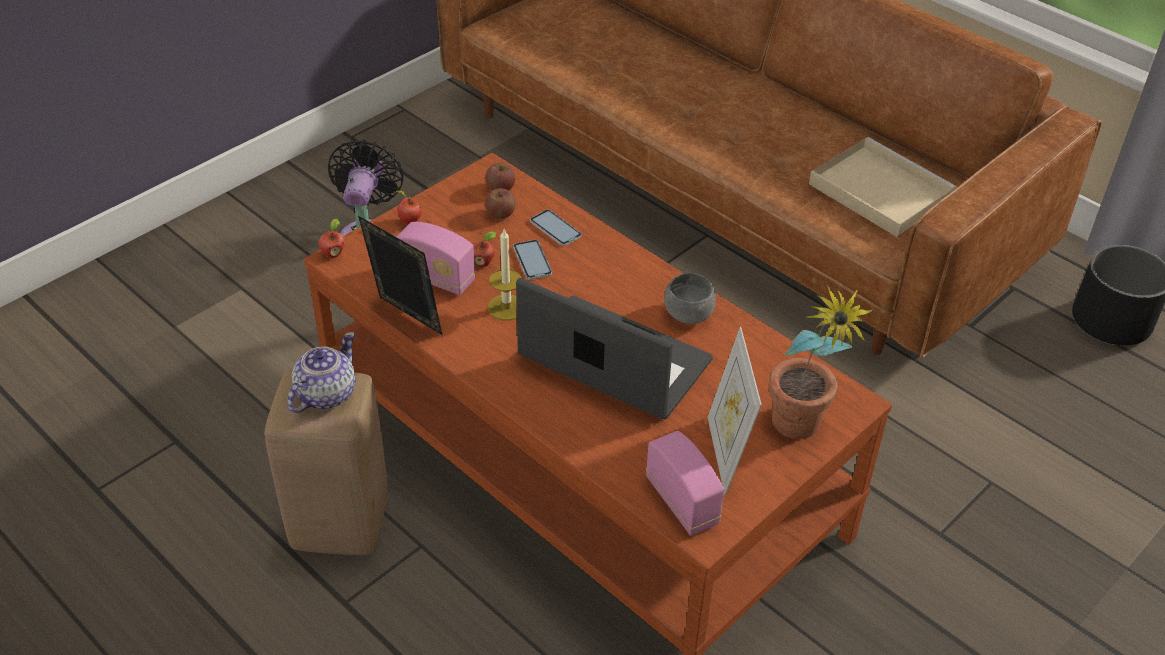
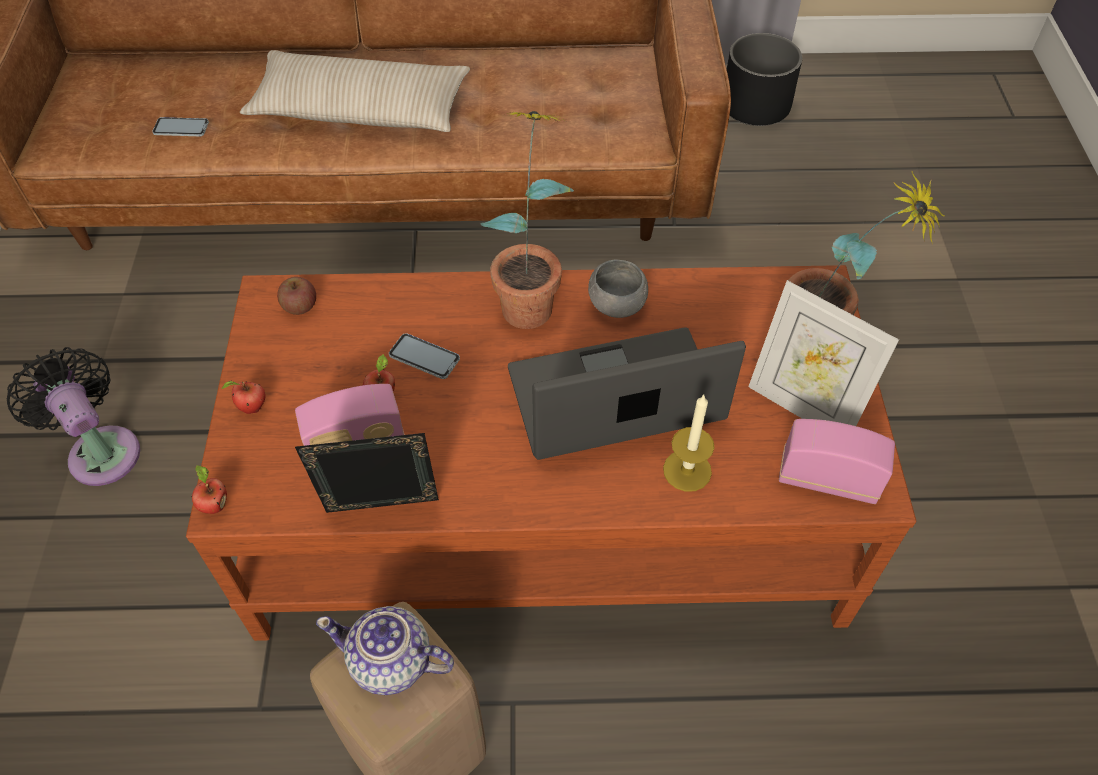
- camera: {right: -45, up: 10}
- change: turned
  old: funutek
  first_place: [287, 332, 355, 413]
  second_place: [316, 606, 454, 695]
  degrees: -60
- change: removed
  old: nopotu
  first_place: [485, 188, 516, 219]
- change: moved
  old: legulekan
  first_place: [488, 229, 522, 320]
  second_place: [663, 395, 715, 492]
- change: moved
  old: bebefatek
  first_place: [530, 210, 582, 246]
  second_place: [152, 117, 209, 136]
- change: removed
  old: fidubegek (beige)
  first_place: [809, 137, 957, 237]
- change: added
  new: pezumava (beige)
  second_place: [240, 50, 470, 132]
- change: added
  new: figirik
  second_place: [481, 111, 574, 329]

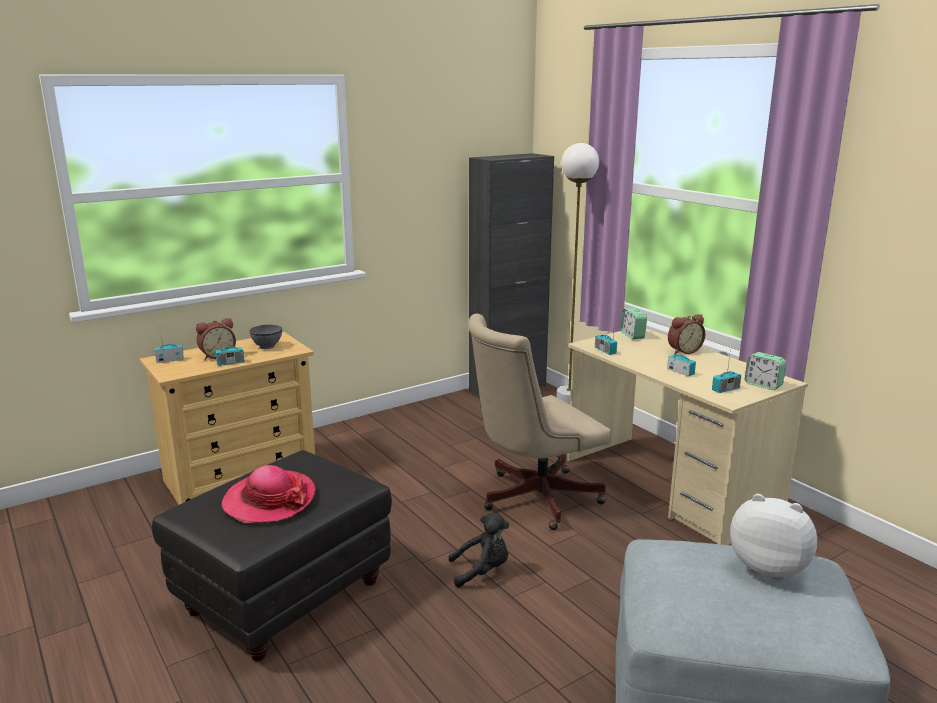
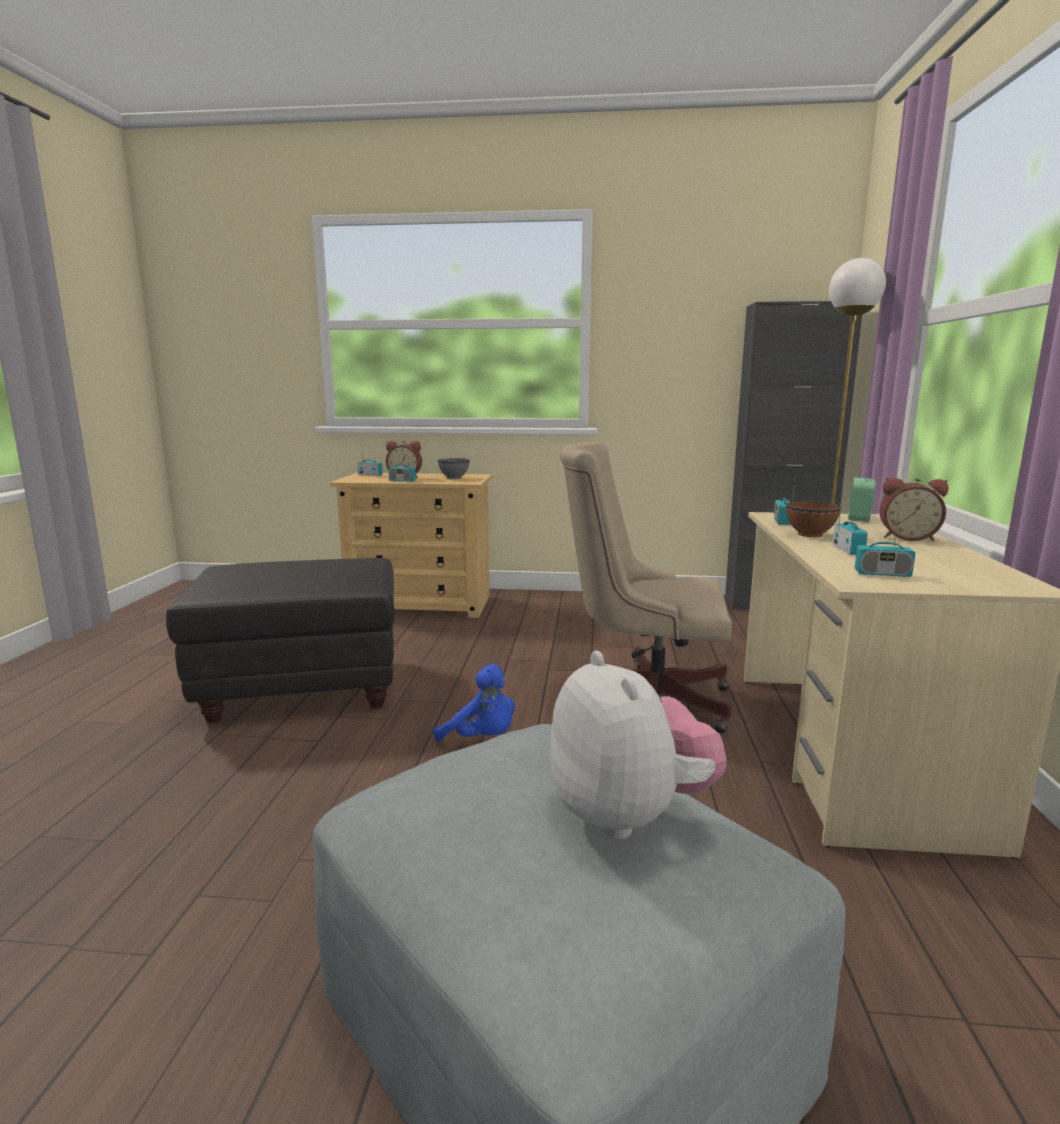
- camera: {right: 40, up: -5}
- change: removed
  old: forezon
  first_place: [222, 465, 316, 523]
- change: recoloured
  old: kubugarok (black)
  new: kubugarok (blue)
  first_place: [449, 513, 509, 587]
  second_place: [433, 664, 515, 742]
- change: removed
  old: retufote
  first_place: [745, 352, 786, 390]
- change: added
  new: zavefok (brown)
  second_place: [786, 502, 841, 537]

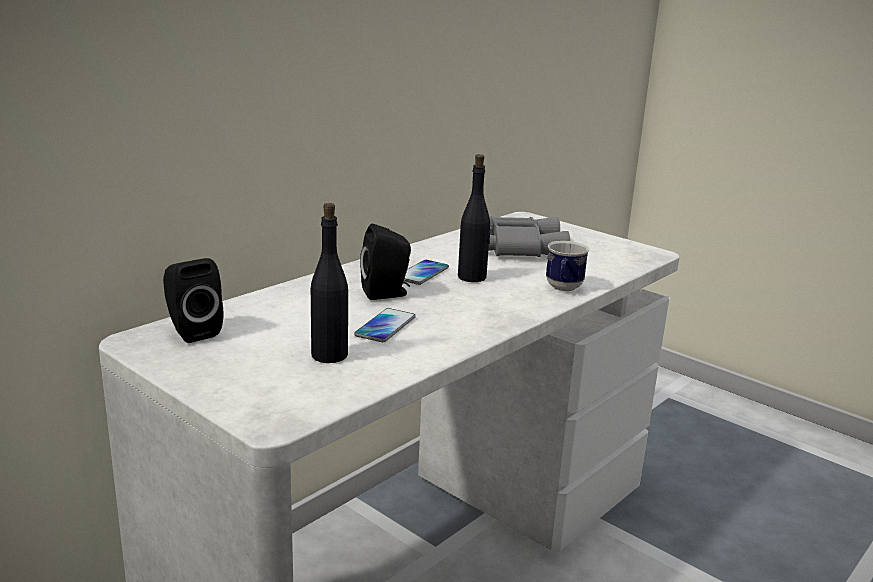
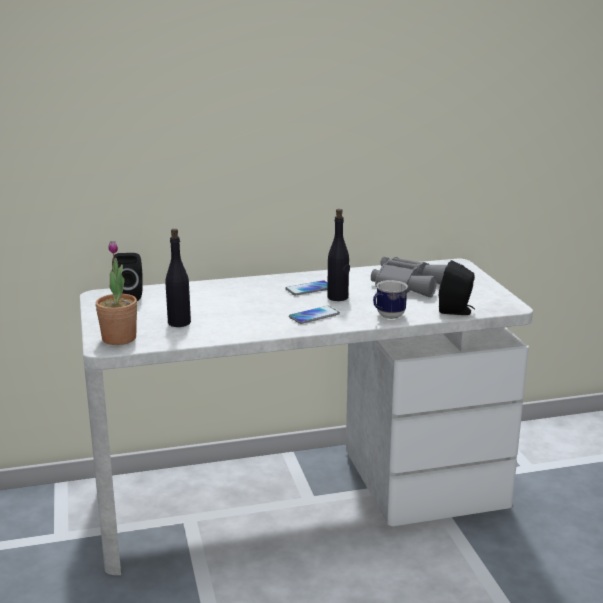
- camera: {right: 35, up: 0}
- change: moved
  old: bebefatek
  first_place: [354, 308, 416, 342]
  second_place: [289, 306, 340, 324]
- change: moved
  old: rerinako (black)
  first_place: [360, 224, 411, 300]
  second_place: [439, 260, 475, 315]
- change: added
  new: figirik
  second_place: [95, 241, 137, 345]

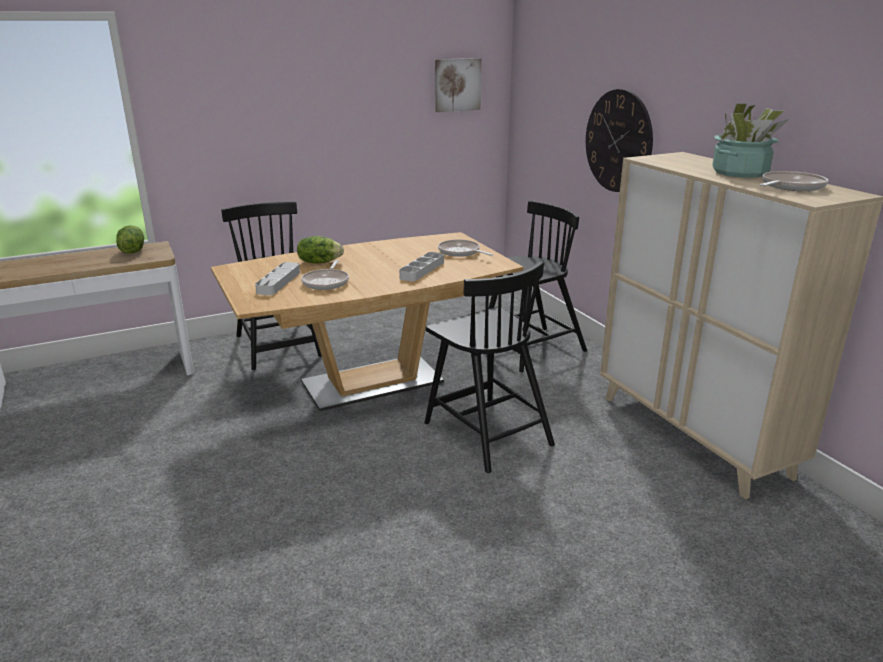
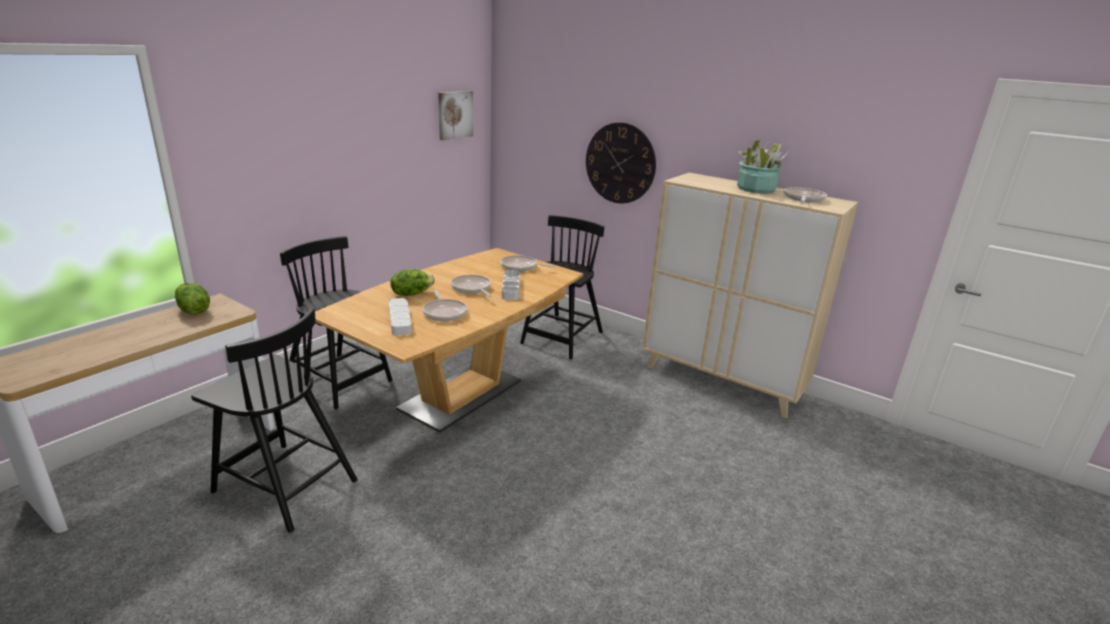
- camera: {right: -30, up: 0}
- change: moved
  old: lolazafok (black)
  first_place: [424, 261, 555, 473]
  second_place: [191, 309, 358, 532]
- change: added
  new: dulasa
  second_place: [451, 275, 492, 297]

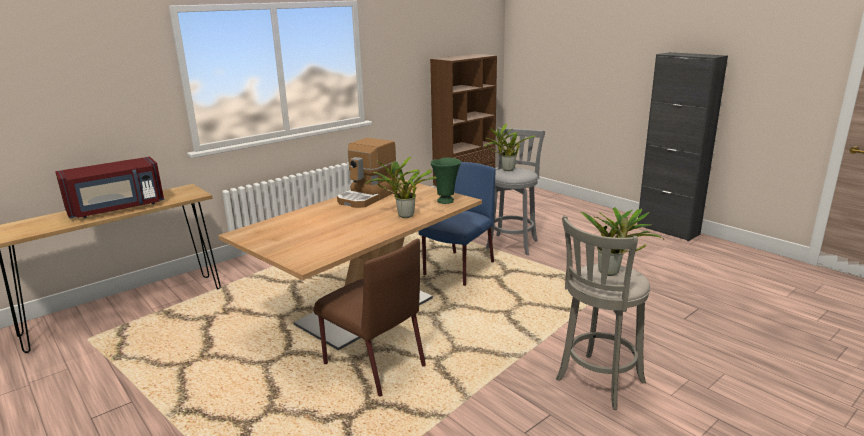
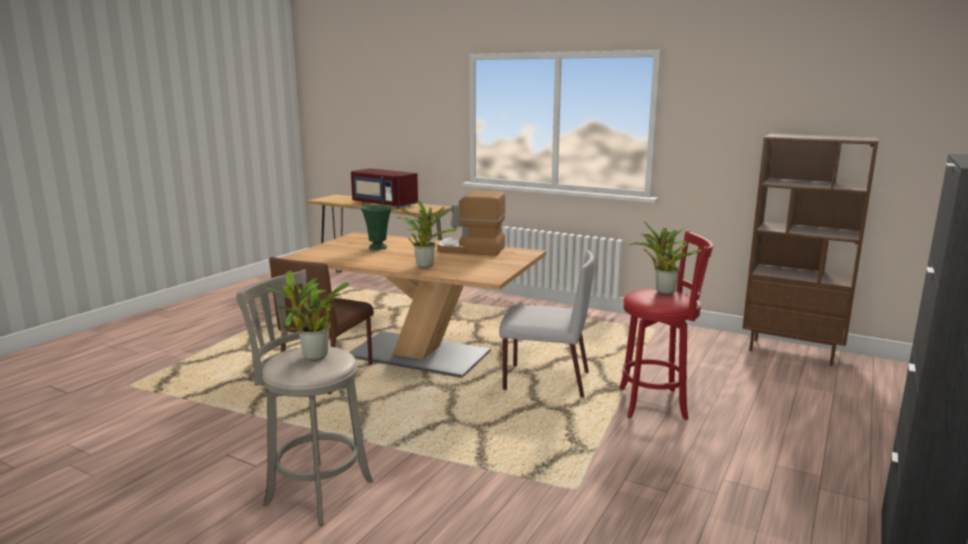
- camera: {right: 70, up: -5}
- change: recoloured
  old: lolazafok (blue)
  new: lolazafok (grey)
  first_place: [419, 162, 496, 286]
  second_place: [499, 251, 595, 398]
- change: moved
  old: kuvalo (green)
  first_place: [430, 158, 461, 204]
  second_place: [361, 205, 392, 250]
- change: recoloured
  old: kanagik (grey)
  new: kanagik (red)
  first_place: [486, 127, 545, 255]
  second_place: [619, 231, 713, 420]

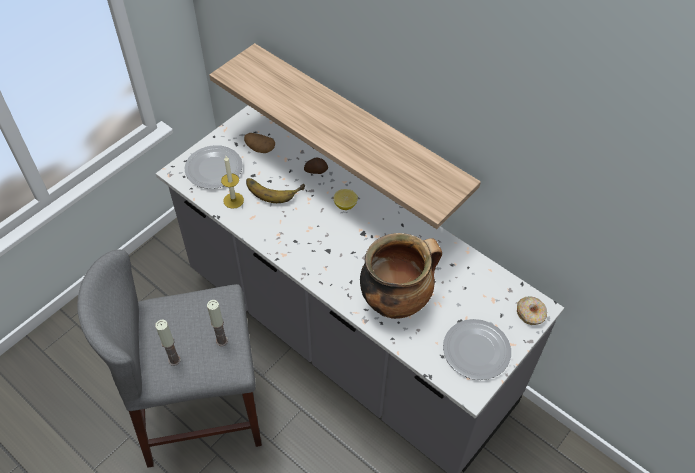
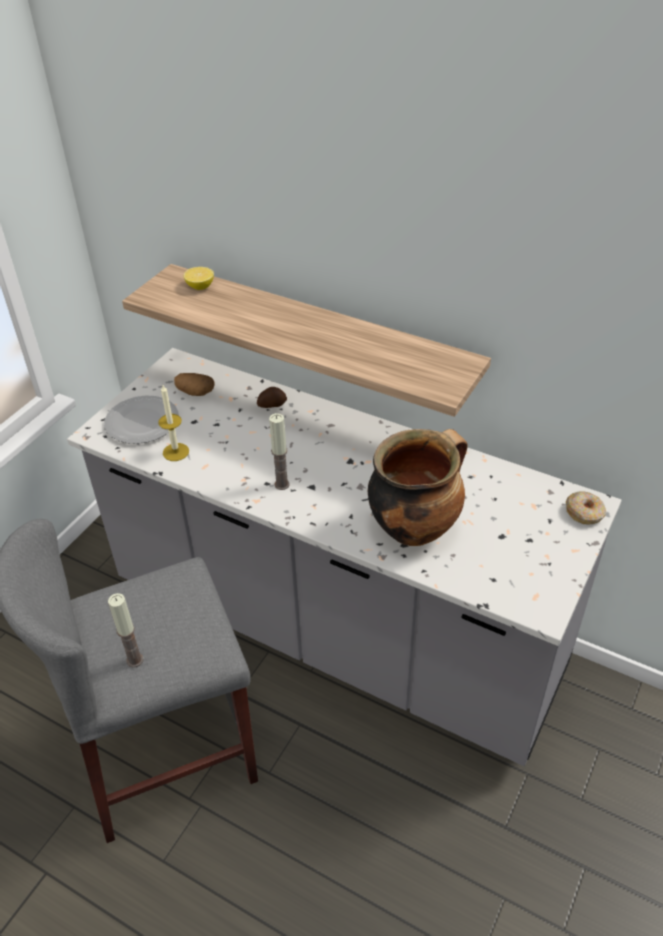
- camera: {right: -10, up: -10}
- change: moved
  old: legulekan
  first_place: [207, 300, 228, 346]
  second_place: [269, 413, 290, 490]
- change: removed
  old: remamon
  first_place: [246, 178, 305, 203]
- change: moved
  old: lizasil
  first_place: [334, 189, 358, 210]
  second_place: [184, 267, 214, 290]
- change: removed
  old: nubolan
  first_place: [443, 319, 511, 380]

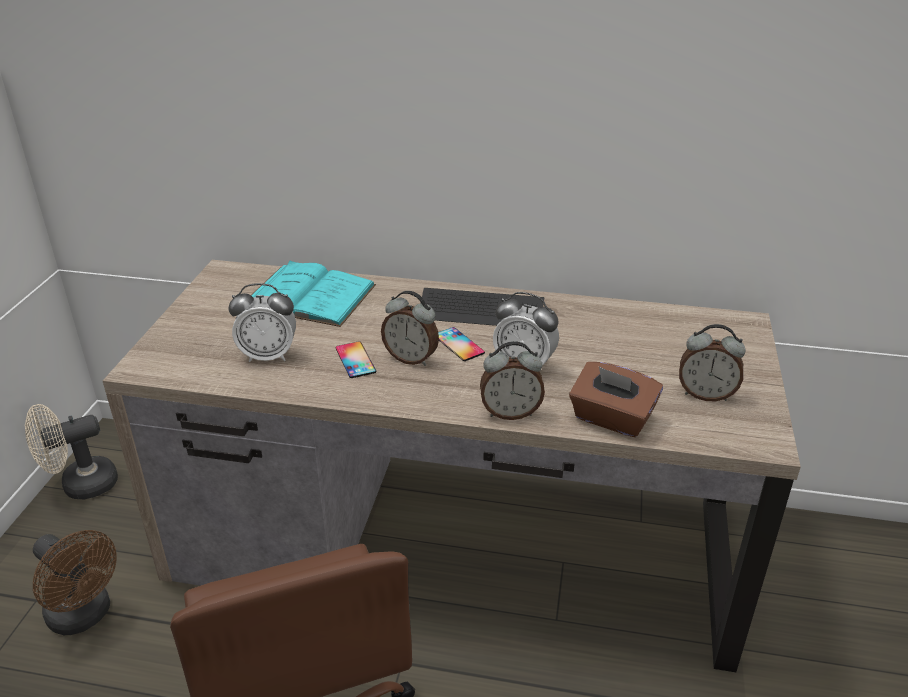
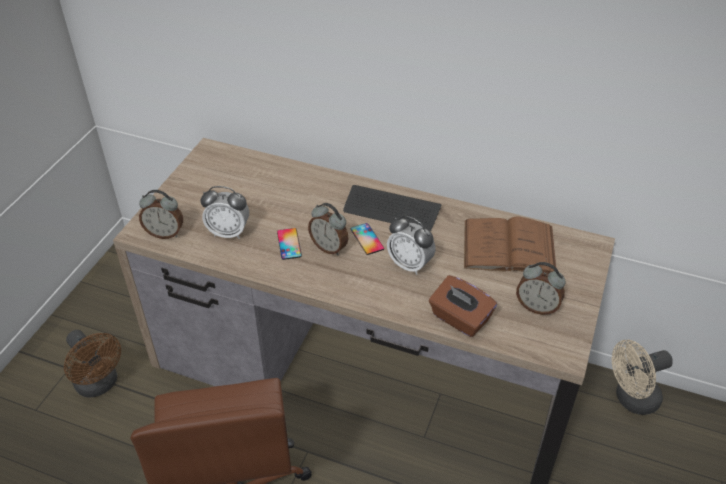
- camera: {right: 10, up: 10}
- change: moved
  old: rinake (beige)
  first_place: [25, 404, 118, 499]
  second_place: [612, 340, 673, 415]
- change: removed
  old: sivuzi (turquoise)
  first_place: [251, 260, 376, 327]
- change: moved
  old: retufote
  first_place: [480, 341, 545, 420]
  second_place: [139, 190, 183, 239]
- change: added
  new: sivuzi (brown)
  second_place: [464, 217, 556, 273]

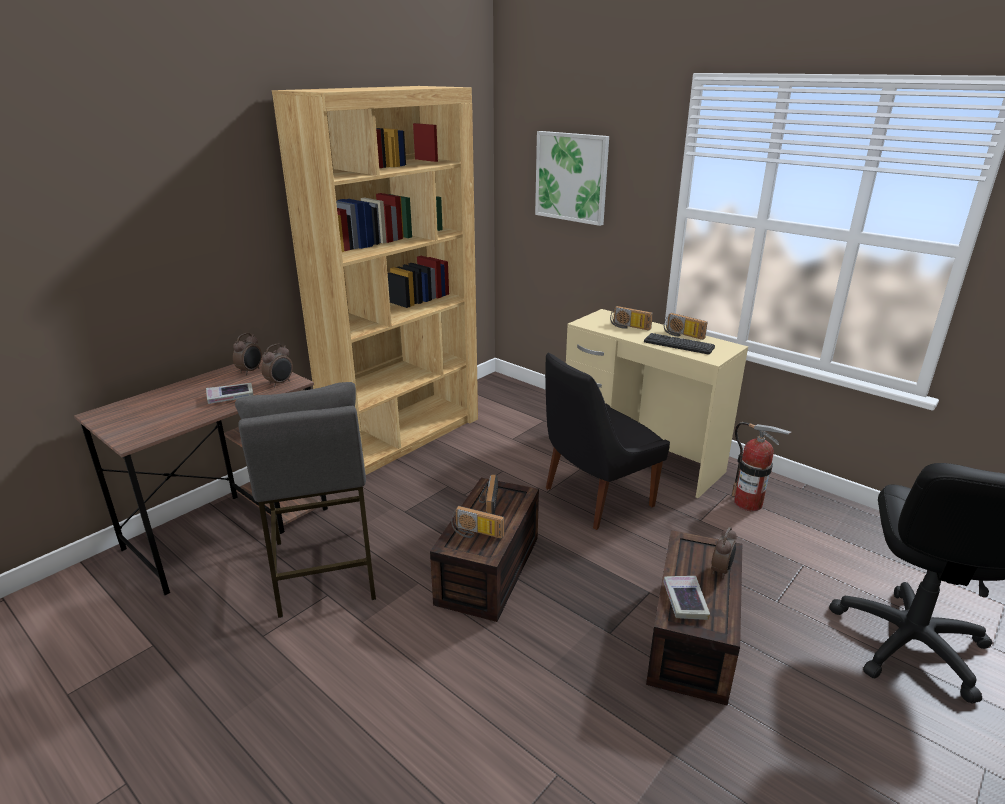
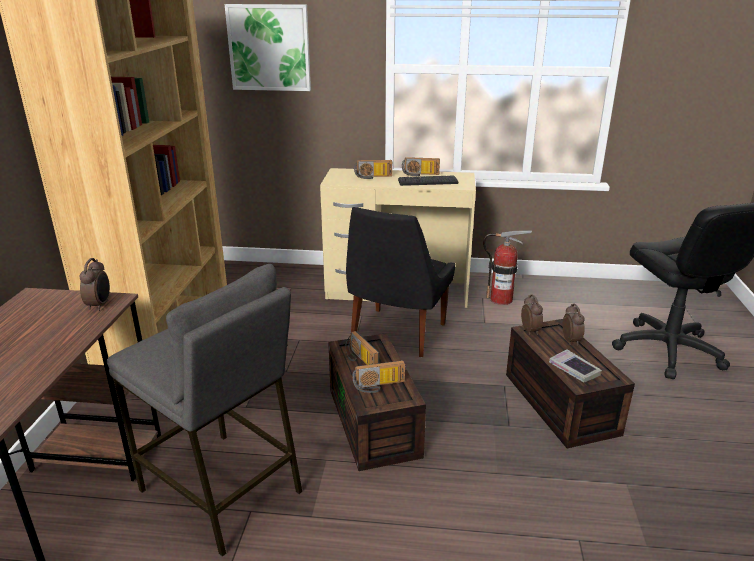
- camera: {right: -35, up: 0}
- change: removed
  old: sivuzi
  first_place: [206, 383, 254, 404]
- change: moved
  old: retufote
  first_place: [233, 333, 262, 375]
  second_place: [521, 294, 543, 335]

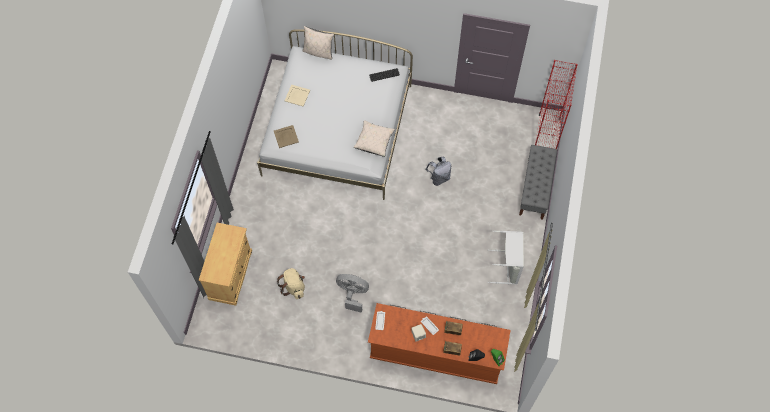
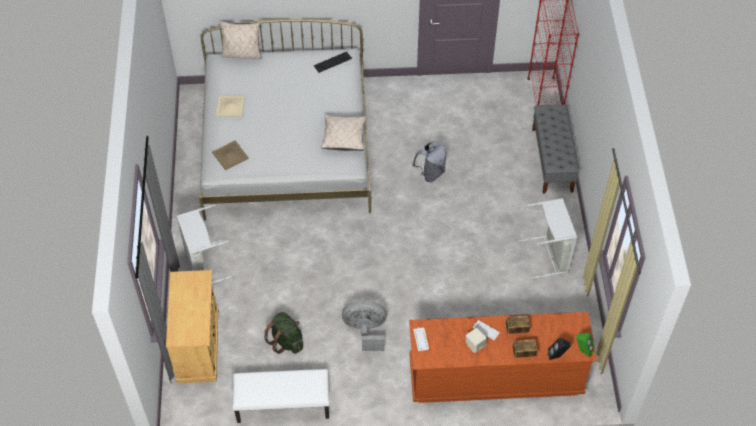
- camera: {right: -15, up: -10}
- change: recoloured
  old: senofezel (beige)
  new: senofezel (green)
  first_place: [276, 268, 305, 299]
  second_place: [264, 312, 303, 354]
- change: added
  new: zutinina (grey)
  second_place: [177, 204, 235, 284]
- change: added
  new: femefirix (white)
  second_place: [233, 369, 330, 423]

